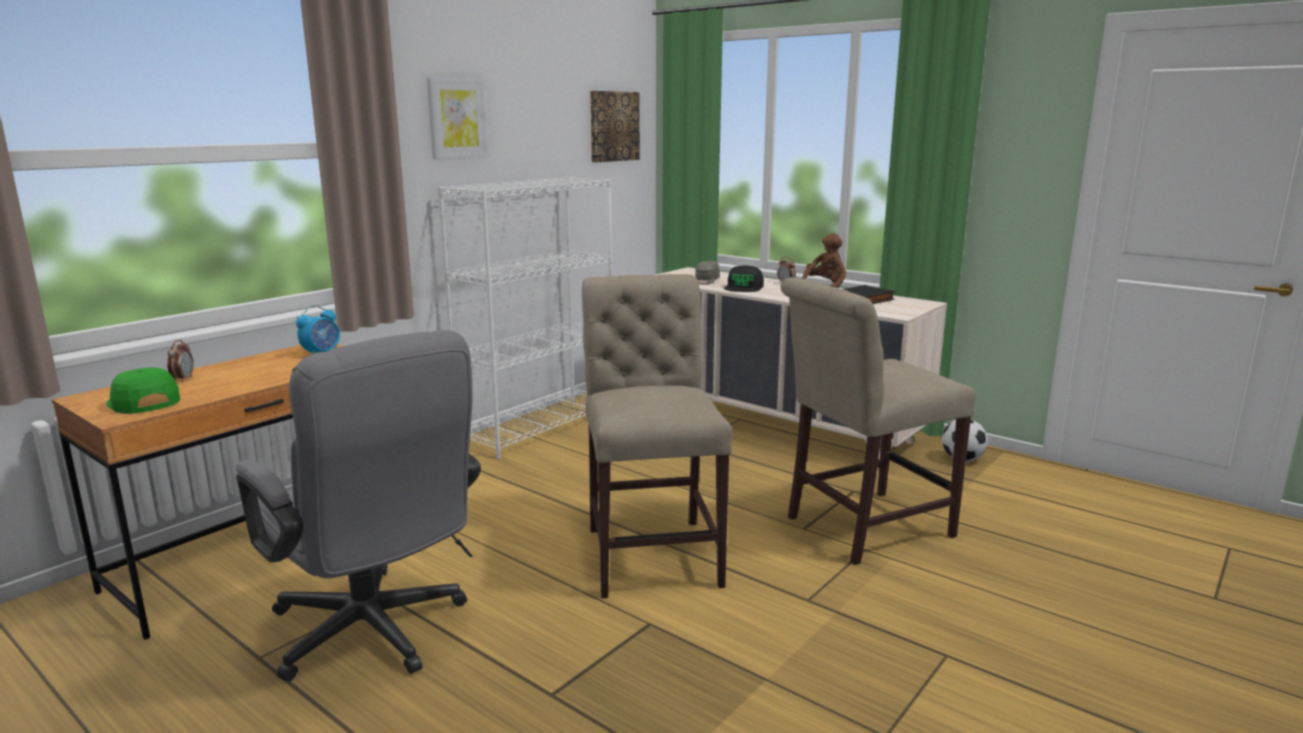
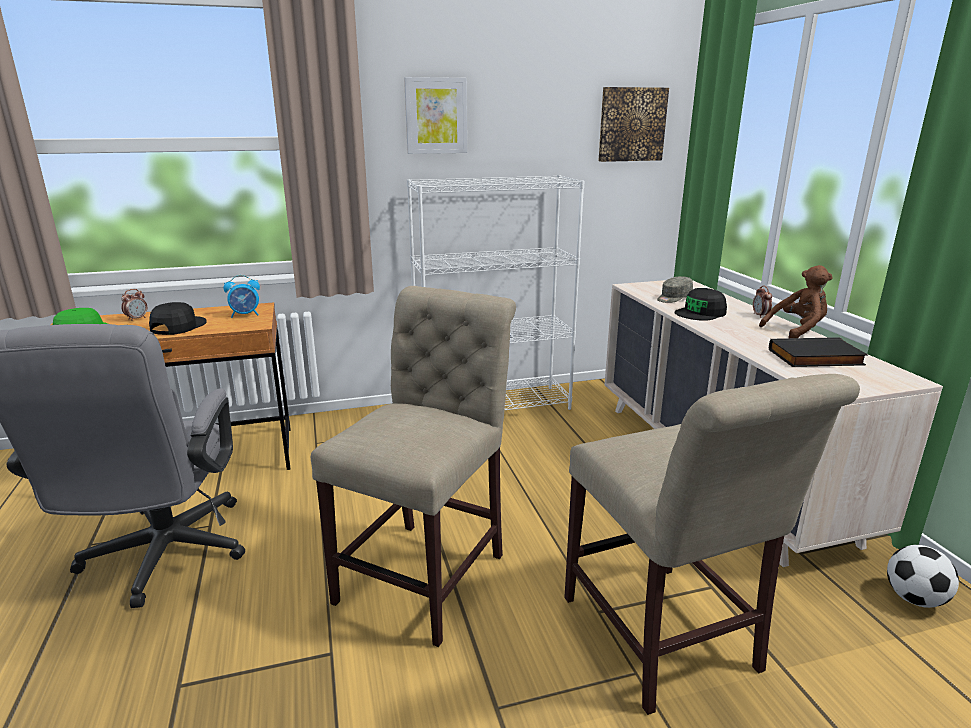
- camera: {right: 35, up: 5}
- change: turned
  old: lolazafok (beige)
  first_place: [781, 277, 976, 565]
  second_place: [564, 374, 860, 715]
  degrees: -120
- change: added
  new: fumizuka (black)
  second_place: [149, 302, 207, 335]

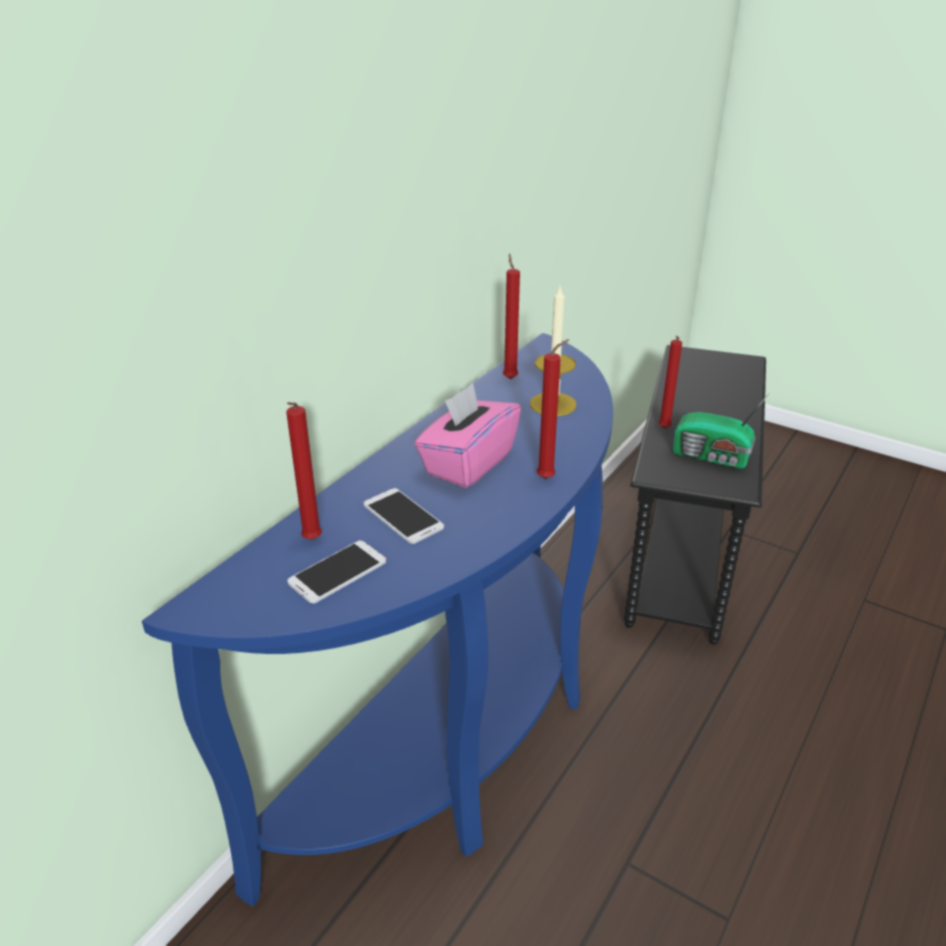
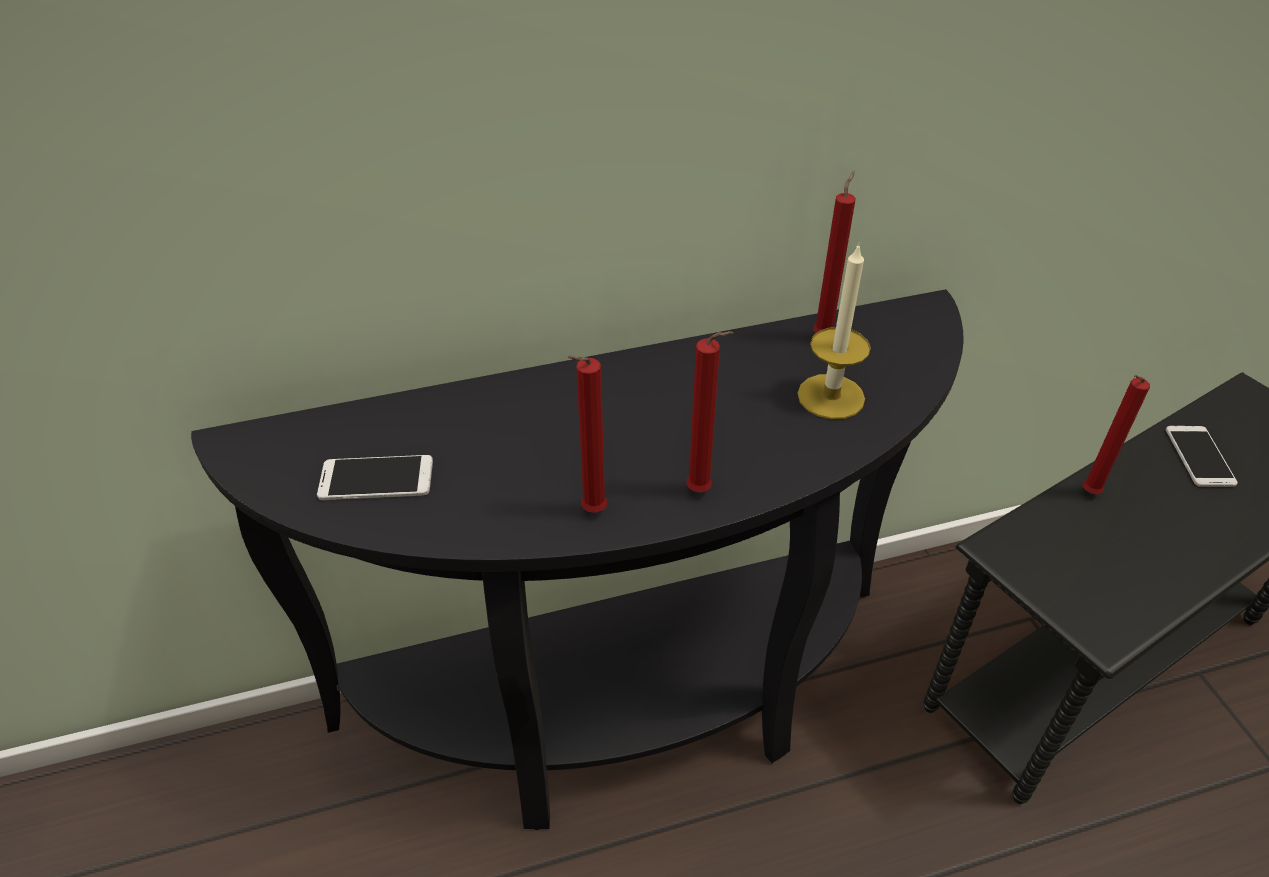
- camera: {right: 40, up: 10}
- change: recoloured
  old: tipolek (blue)
  new: tipolek (black)
  first_place: [142, 333, 613, 906]
  second_place: [191, 289, 964, 830]
- change: moved
  old: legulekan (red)
  first_place: [286, 402, 322, 540]
  second_place: [568, 355, 608, 513]
- change: moved
  old: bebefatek
  first_place: [364, 488, 444, 544]
  second_place: [1166, 426, 1238, 487]
- change: removed
  old: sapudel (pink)
  first_place: [414, 383, 521, 488]
- change: removed
  old: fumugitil
  first_place: [673, 393, 770, 469]

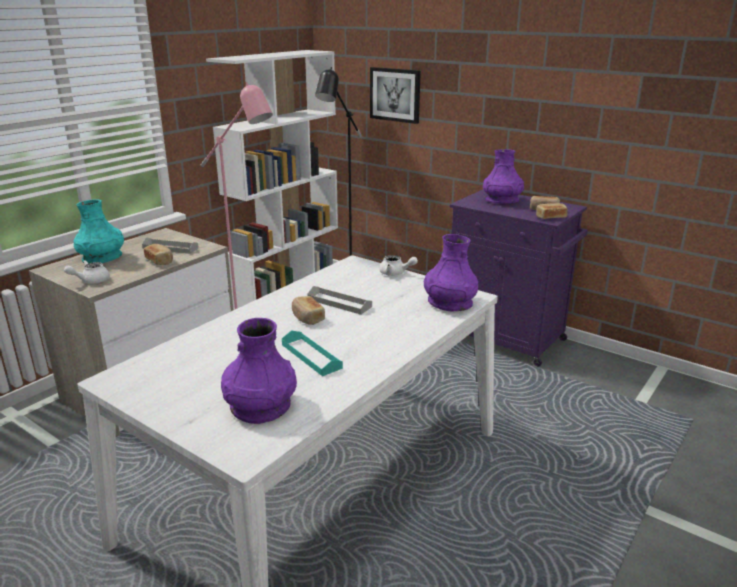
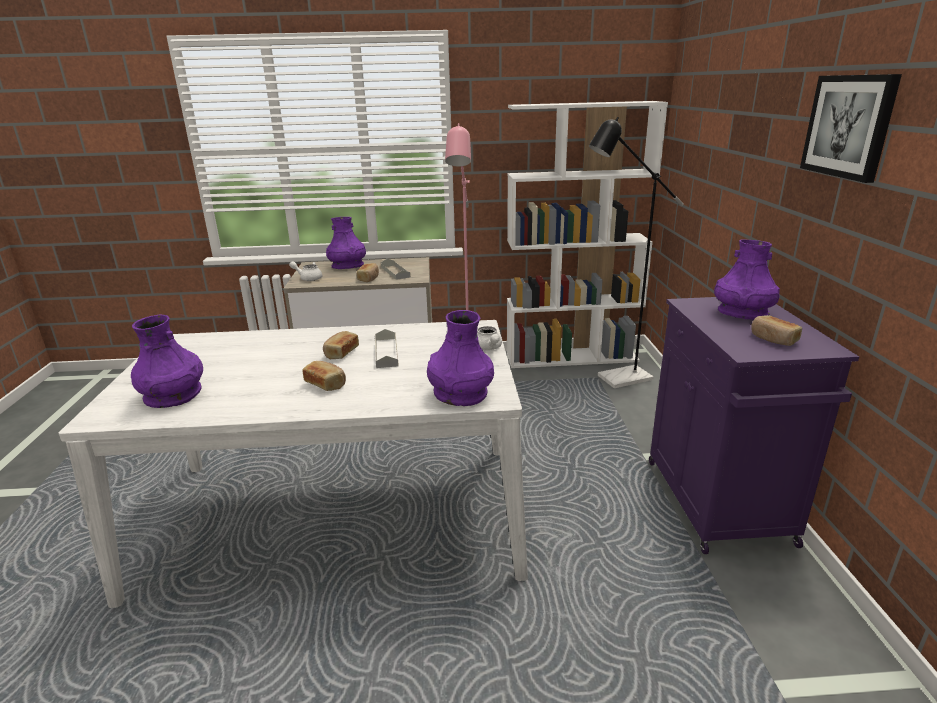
- camera: {right: 50, up: 0}
- change: recoloured
  old: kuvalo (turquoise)
  new: kuvalo (purple)
  first_place: [73, 199, 124, 263]
  second_place: [326, 217, 366, 269]
- change: removed
  old: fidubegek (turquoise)
  first_place: [282, 330, 343, 376]
- change: moved
  old: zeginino
  first_place: [370, 67, 421, 124]
  second_place: [800, 74, 902, 183]
- change: moved
  old: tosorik
  first_place: [536, 203, 568, 219]
  second_place: [302, 361, 346, 391]

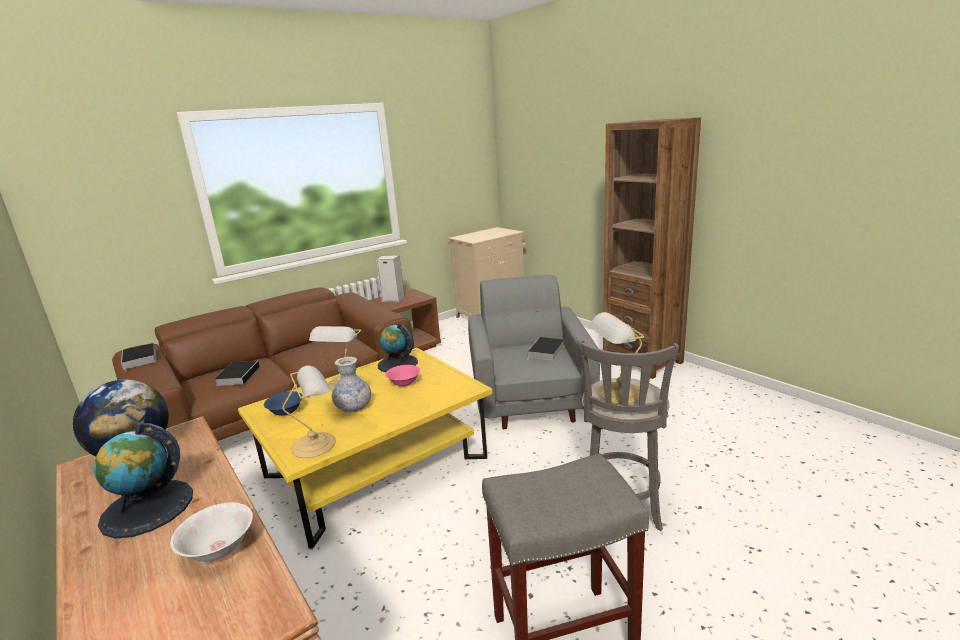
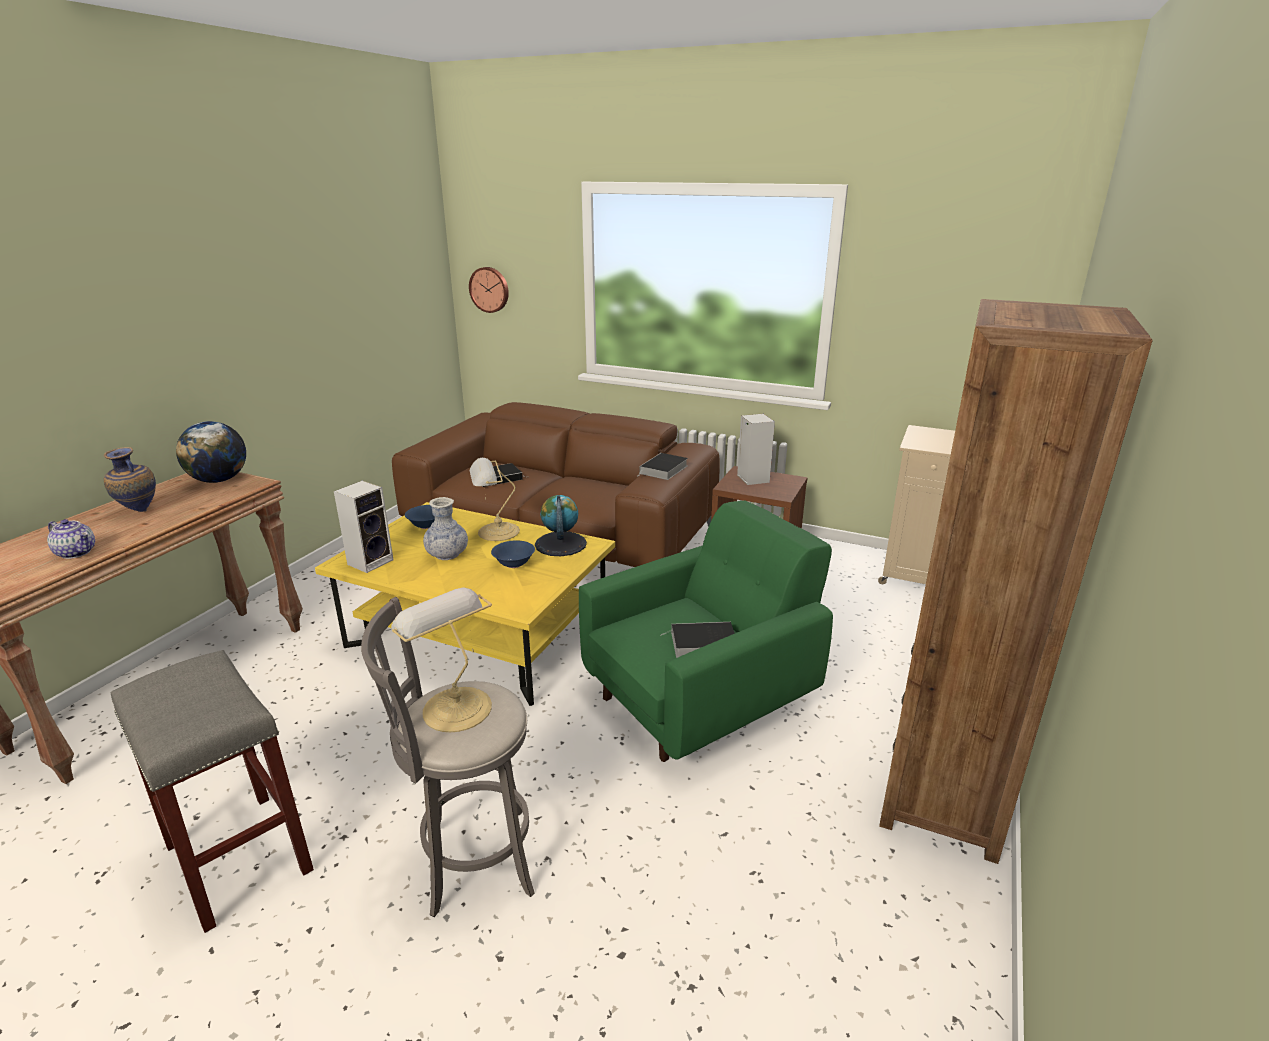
- camera: {right: 60, up: 5}
- change: replaced
  old: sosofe
  new: kuvalo
  first_place: [93, 423, 193, 539]
  second_place: [104, 447, 156, 512]
- change: moved
  old: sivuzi
  first_place: [121, 343, 156, 372]
  second_place: [637, 453, 688, 480]
- change: replaced
  old: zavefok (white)
  new: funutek
  first_place: [170, 502, 253, 562]
  second_place: [47, 519, 95, 559]
- change: replaced
  old: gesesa
  new: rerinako
  first_place: [283, 365, 336, 458]
  second_place: [334, 481, 394, 573]
- change: recoloured
  old: zavefok (pink)
  new: zavefok (blue)
  first_place: [385, 365, 420, 387]
  second_place: [491, 540, 535, 568]
- change: recoloured
  old: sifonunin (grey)
  new: sifonunin (green)
  first_place: [468, 275, 600, 429]
  second_place: [579, 501, 833, 762]
- change: added
  new: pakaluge
  second_place: [469, 267, 509, 313]

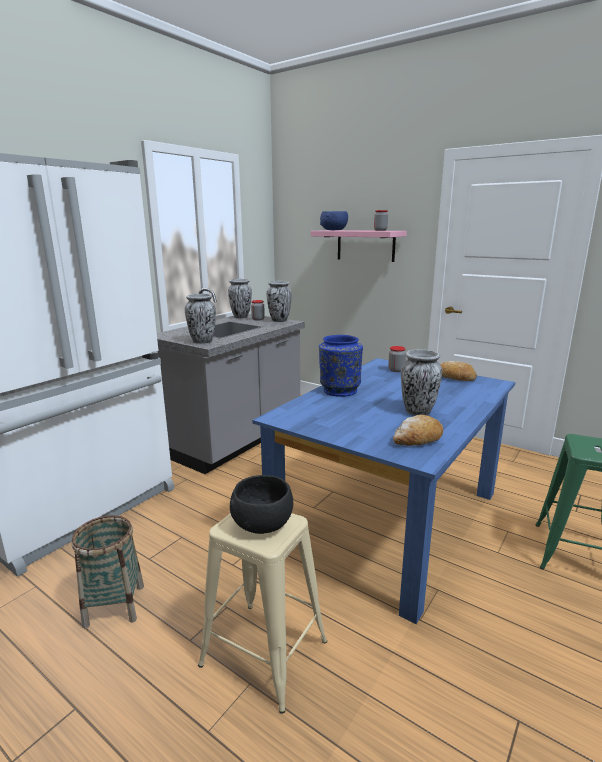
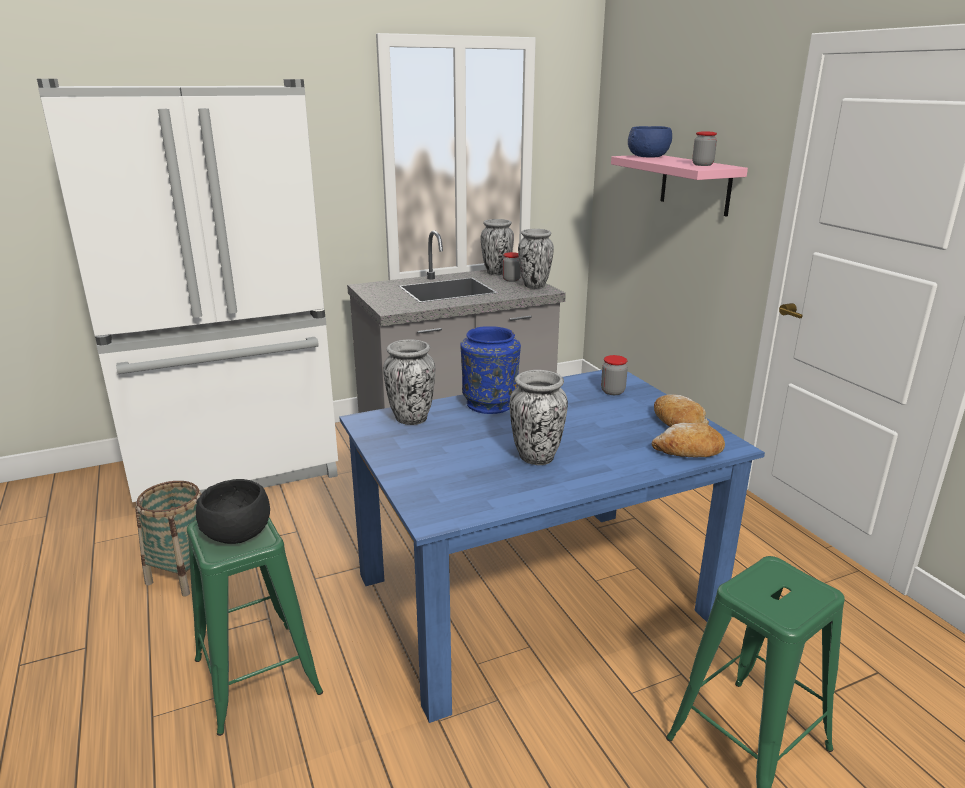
- camera: {right: 30, up: 5}
- change: moved
  old: kuvalo
  first_place: [185, 294, 216, 344]
  second_place: [383, 339, 435, 425]
- change: recoloured
  old: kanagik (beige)
  new: kanagik (green)
  first_place: [198, 513, 327, 714]
  second_place: [187, 518, 323, 736]
- change: moved
  old: tosorik
  first_place: [393, 415, 443, 446]
  second_place: [652, 423, 725, 457]

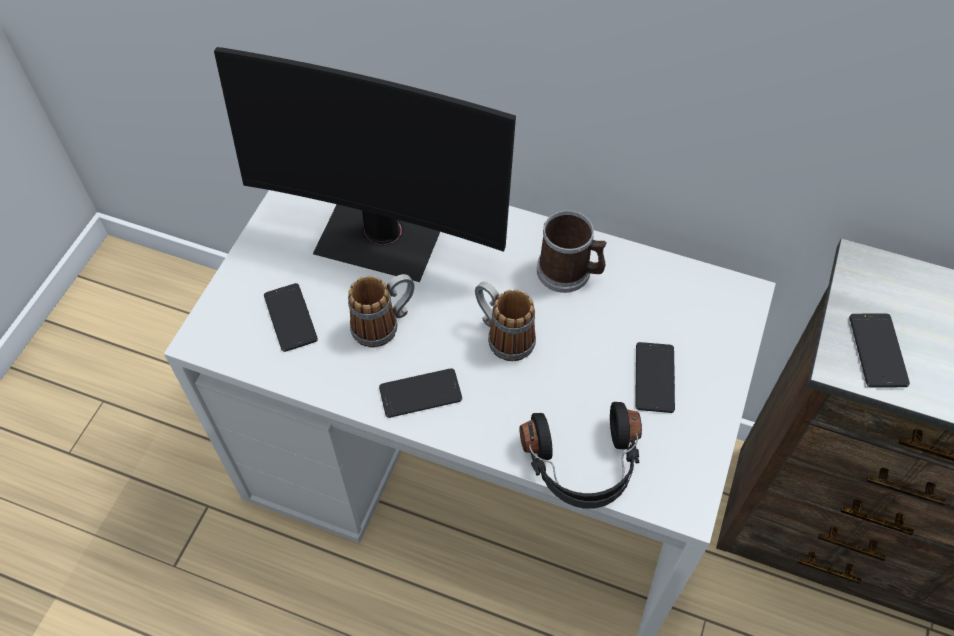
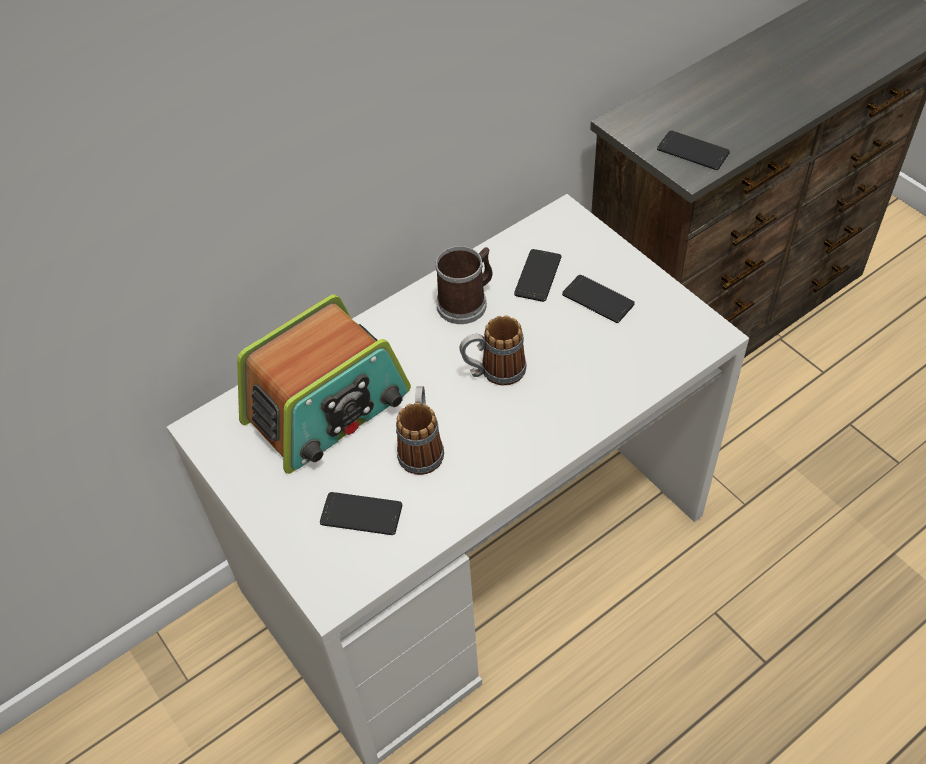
- camera: {right: -55, up: -5}
- change: replaced
  old: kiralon
  new: fumugitil
  first_place: [214, 47, 516, 282]
  second_place: [237, 294, 411, 474]
- change: moved
  old: bebefatek
  first_place: [379, 368, 462, 418]
  second_place: [514, 249, 561, 302]
- change: removed
  old: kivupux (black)
  first_place: [520, 402, 642, 509]

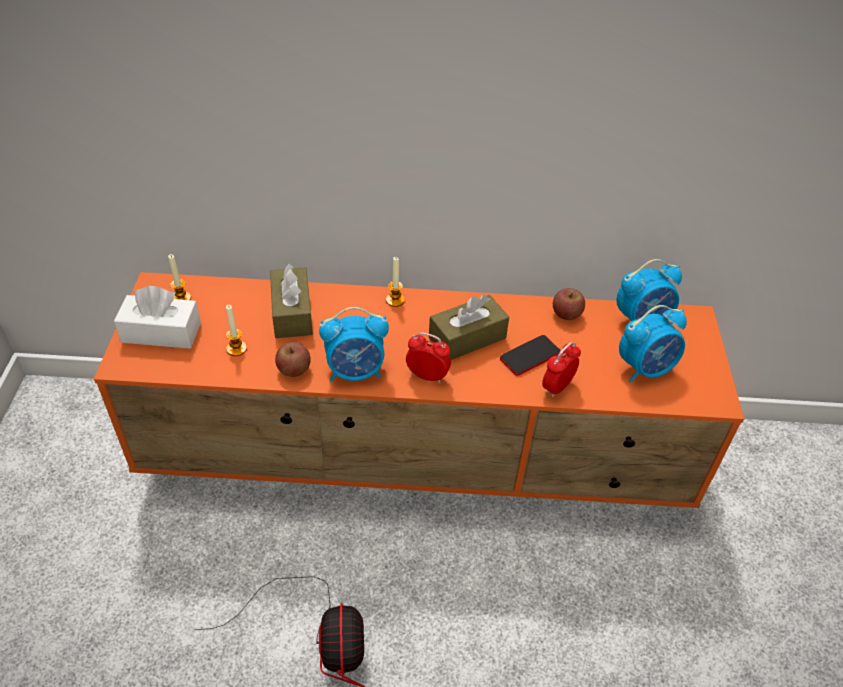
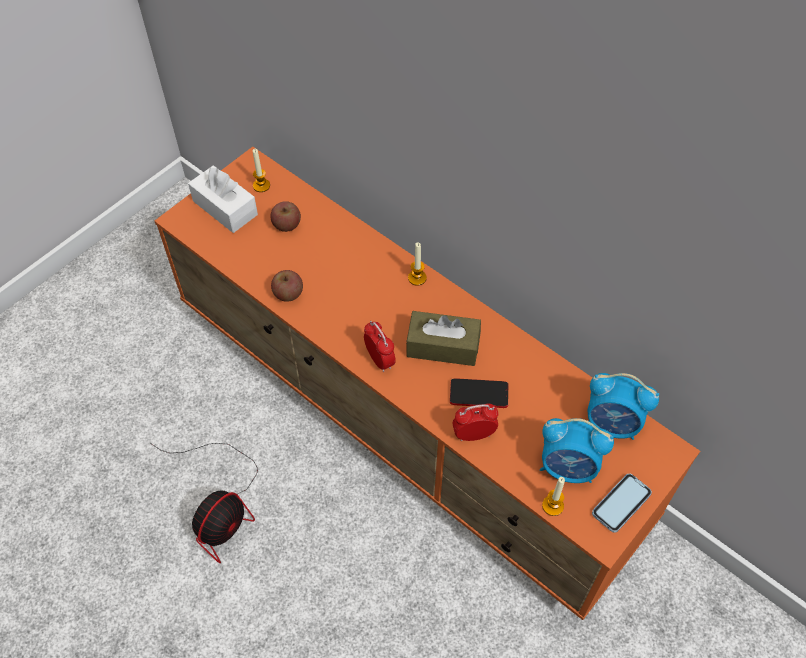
- camera: {right: 40, up: 10}
- change: moved
  old: legulekan
  first_place: [226, 305, 247, 356]
  second_place: [542, 477, 565, 516]
- change: removed
  old: sapudel (brown)
  first_place: [270, 264, 313, 338]
- change: removed
  old: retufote
  first_place: [319, 307, 389, 382]
- change: moved
  old: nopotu
  first_place: [553, 288, 585, 320]
  second_place: [271, 201, 301, 232]
- change: added
  new: bebefatek
  second_place: [592, 474, 652, 533]

